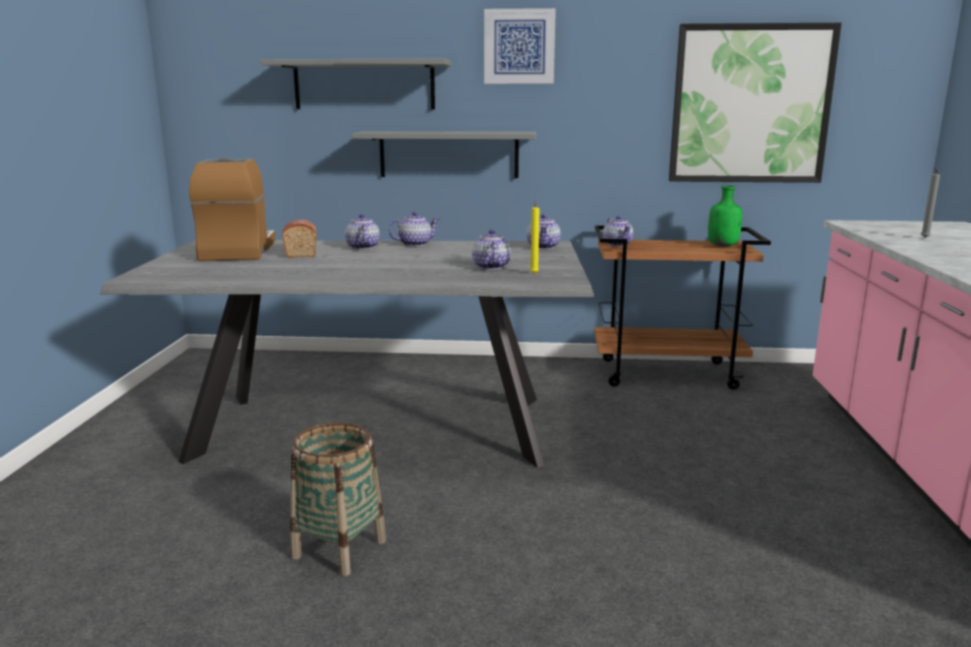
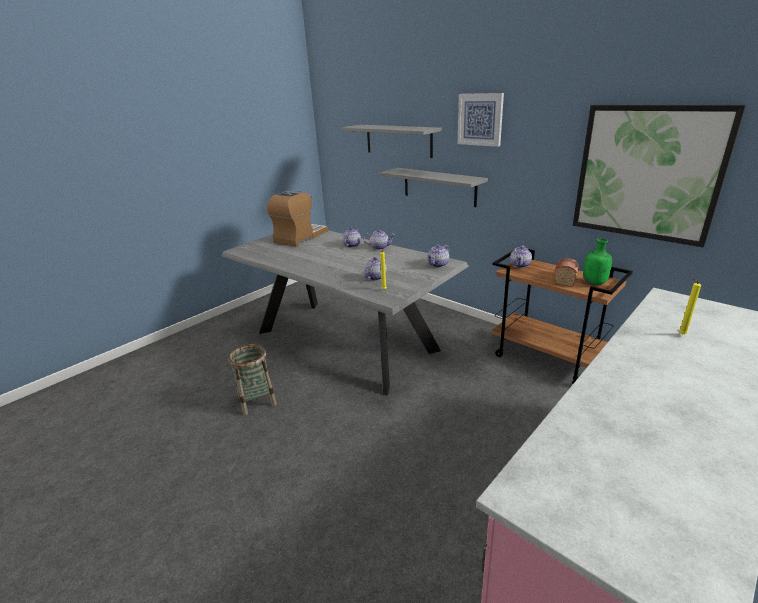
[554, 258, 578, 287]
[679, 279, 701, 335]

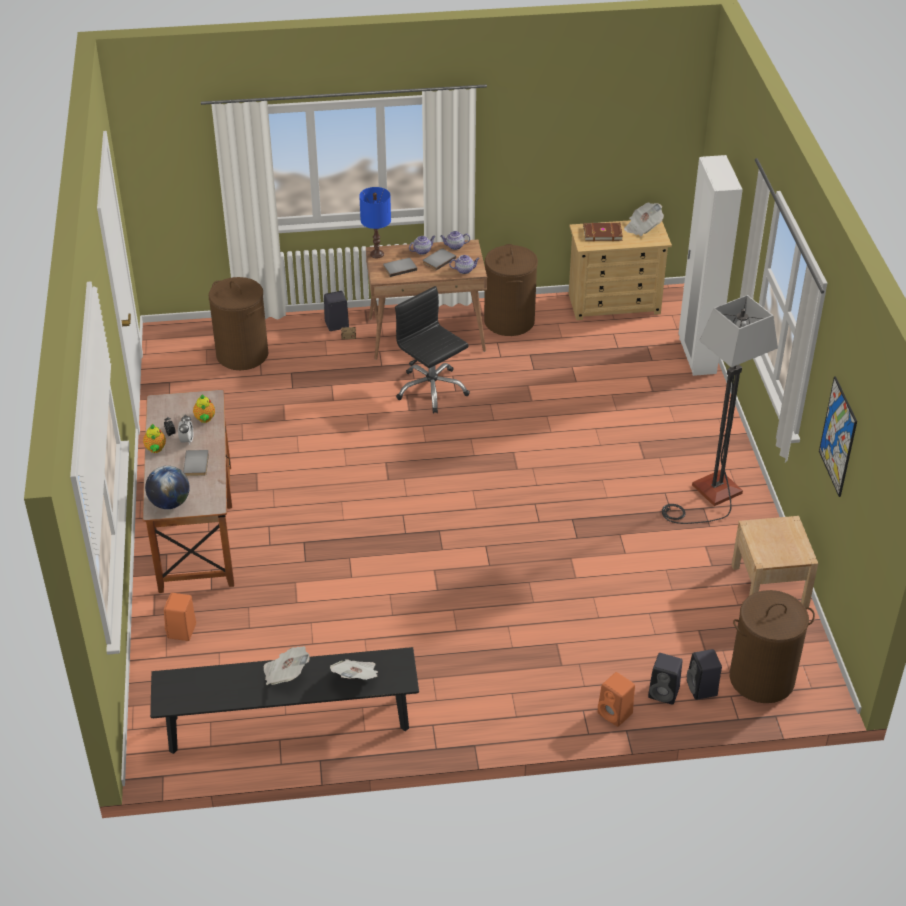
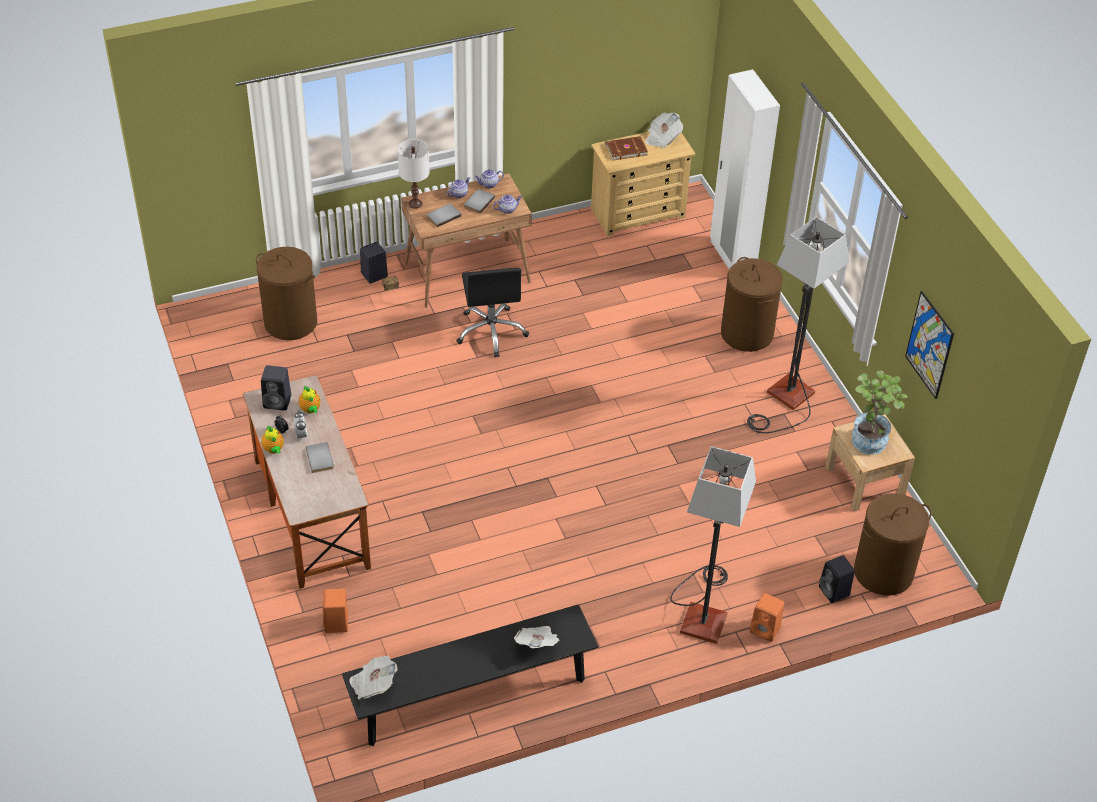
[261, 365, 291, 411]
[349, 655, 398, 699]
[398, 139, 430, 209]
[456, 268, 529, 357]
[670, 446, 756, 644]
[721, 257, 783, 352]
[852, 371, 908, 454]
[145, 466, 190, 509] (first image)

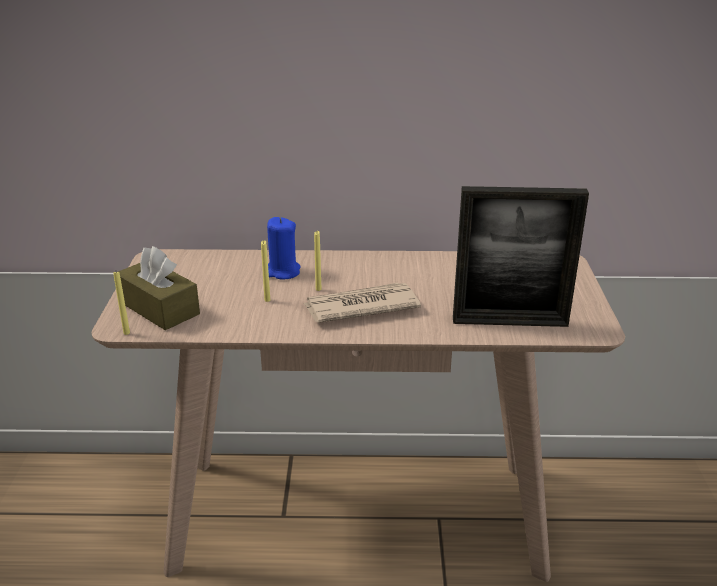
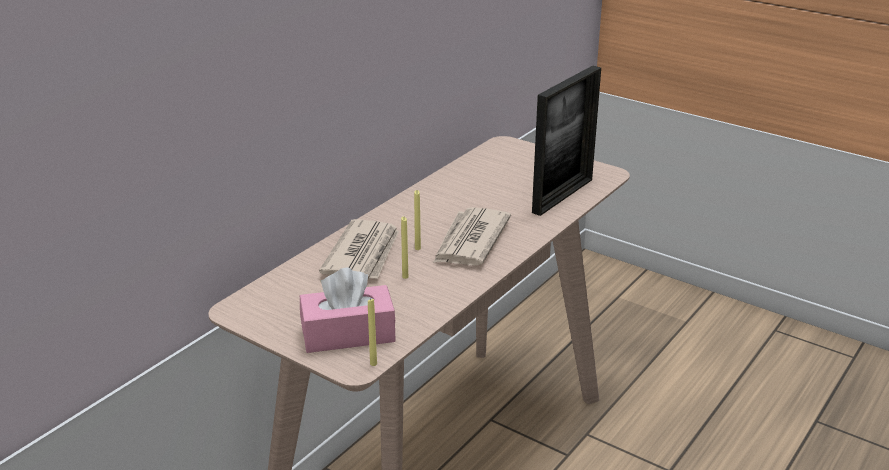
[300, 267, 396, 353]
[319, 219, 399, 279]

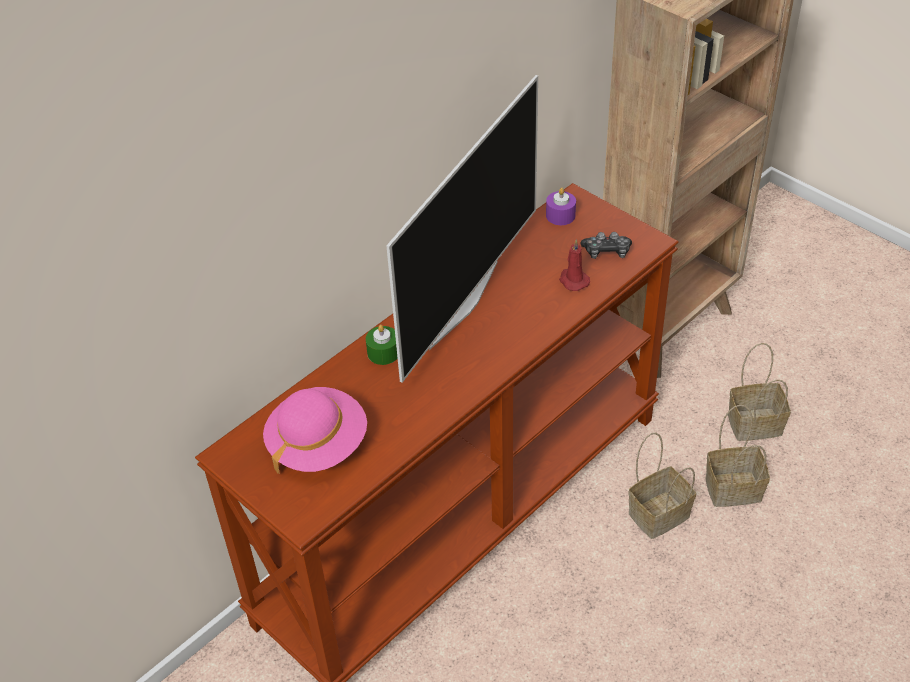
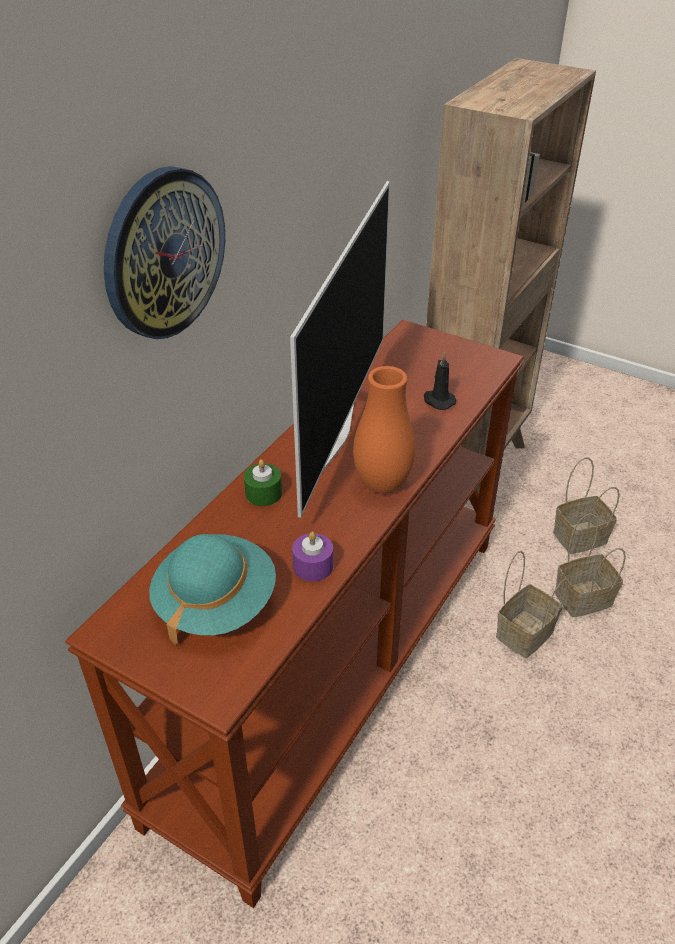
[104, 166, 225, 339]
[149, 534, 276, 645]
[292, 532, 333, 582]
[353, 366, 416, 494]
[424, 352, 456, 410]
[580, 232, 632, 259] (first image)

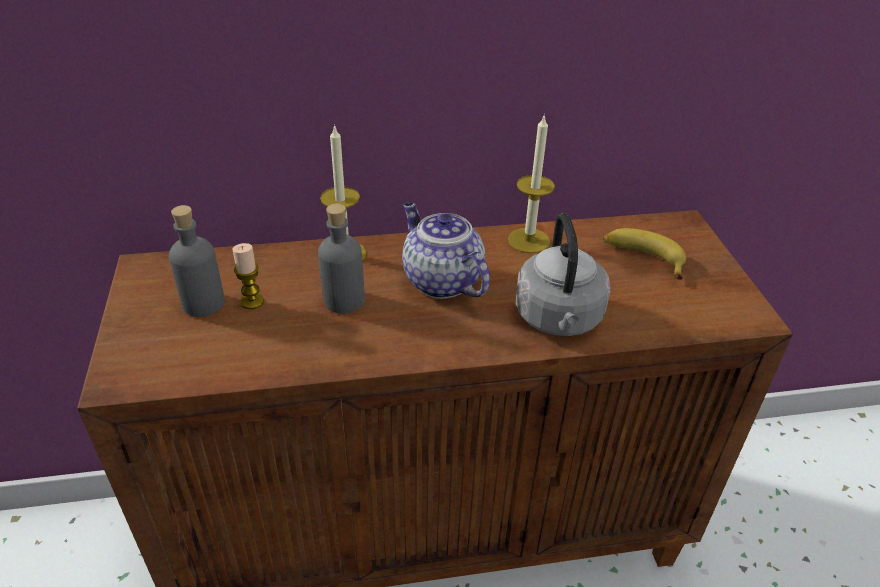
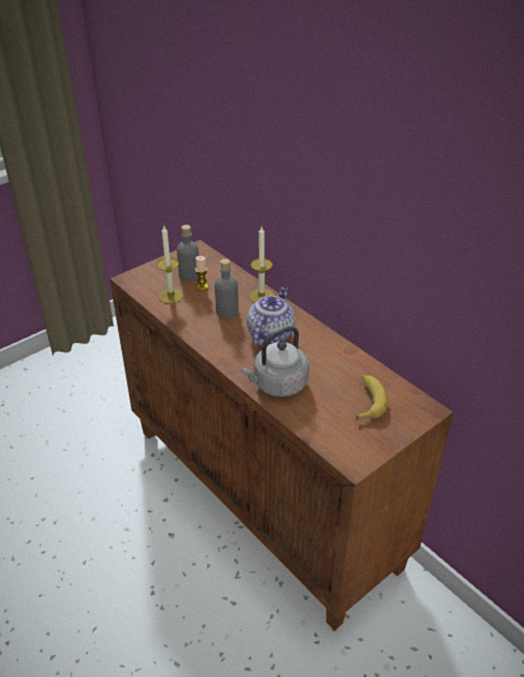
[157, 226, 184, 304]

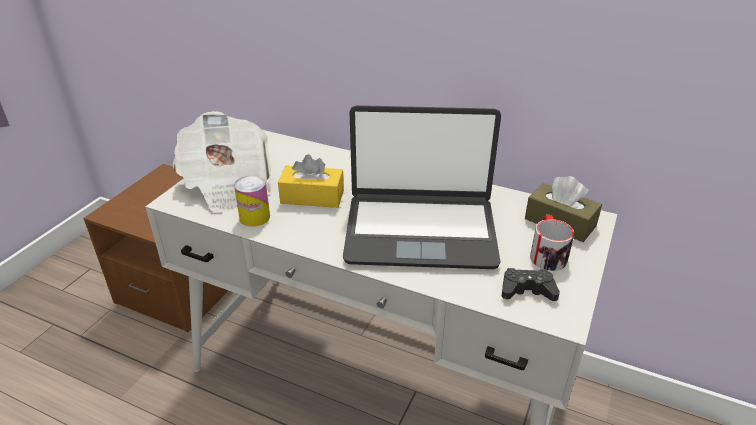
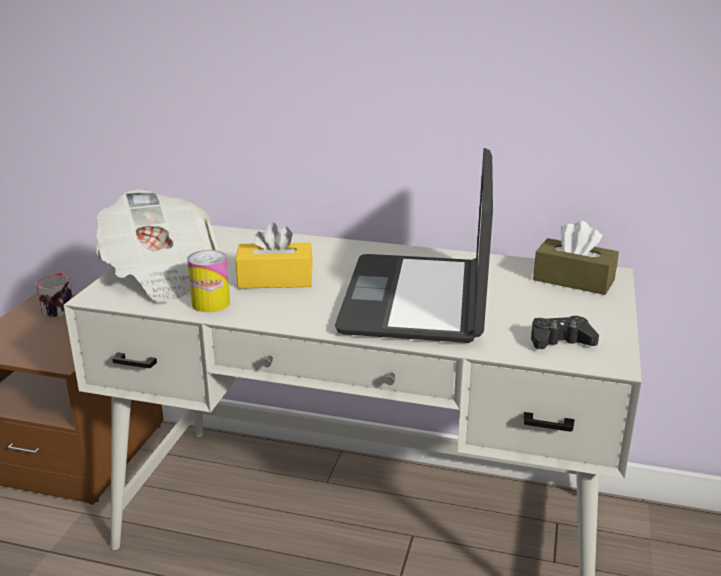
[36, 273, 73, 317]
[335, 148, 493, 343]

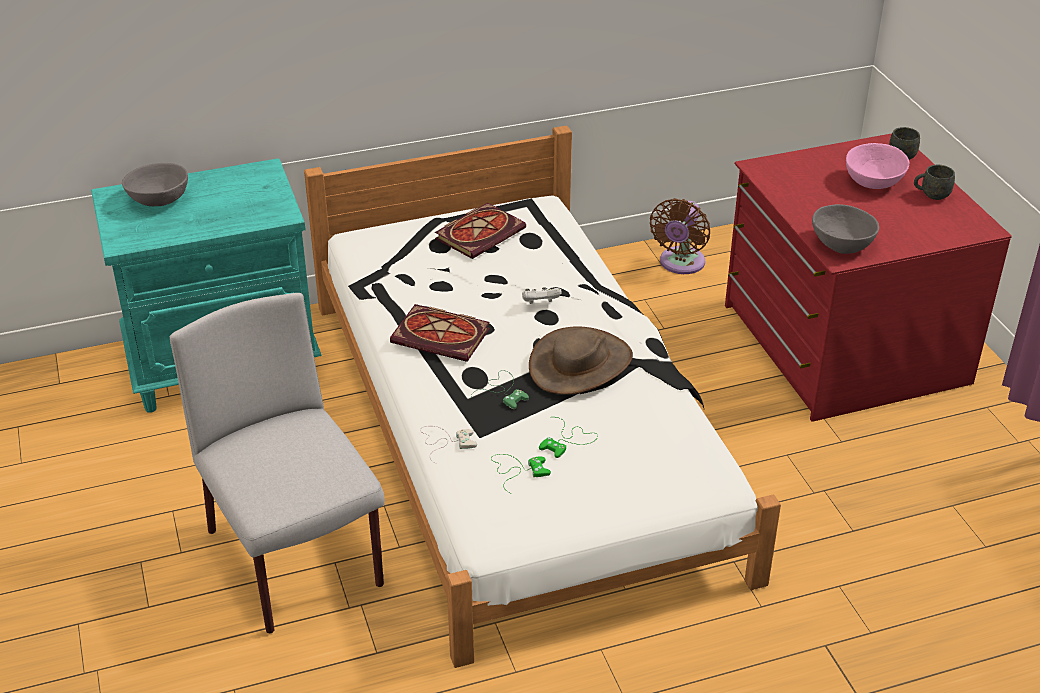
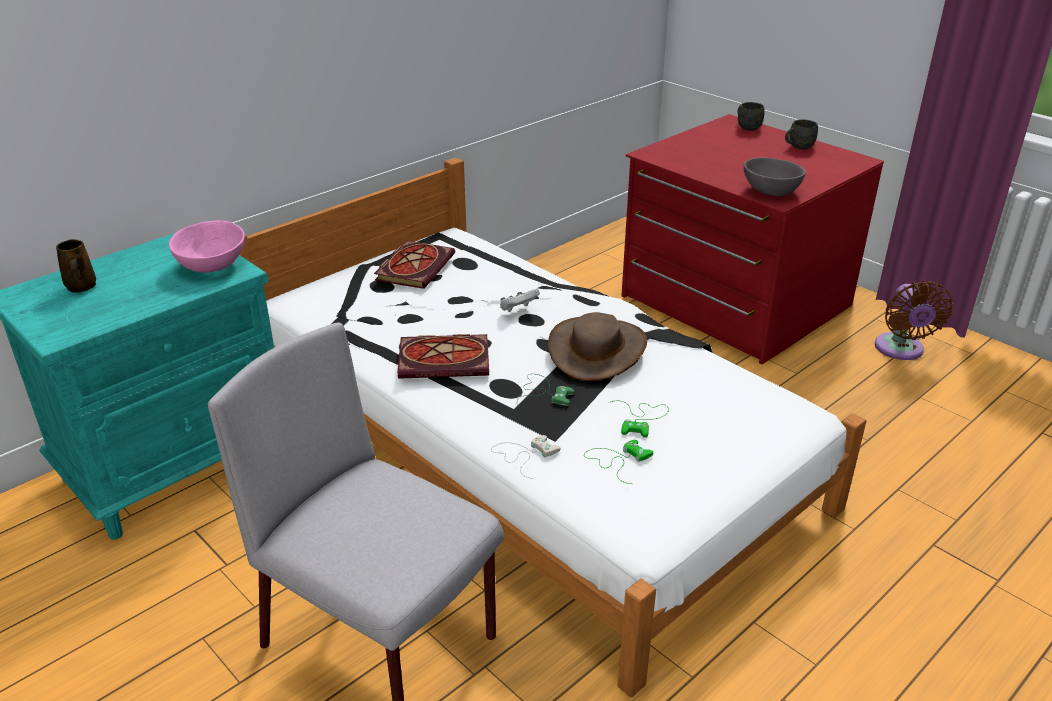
[56, 239, 96, 293]
[169, 220, 245, 273]
[875, 281, 953, 360]

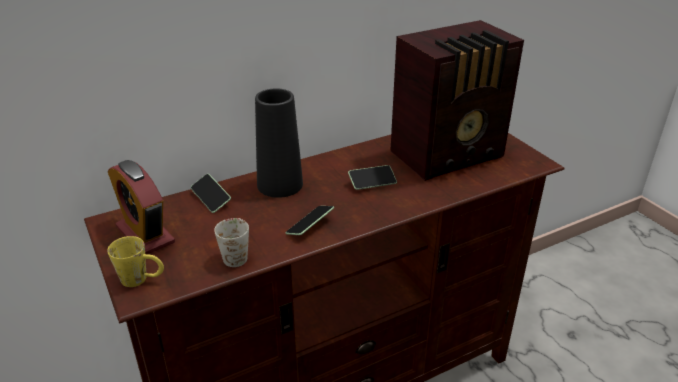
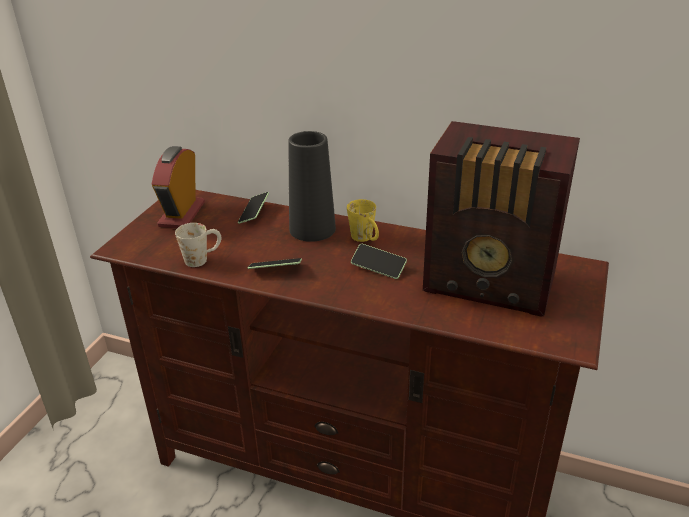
[347, 199, 379, 242]

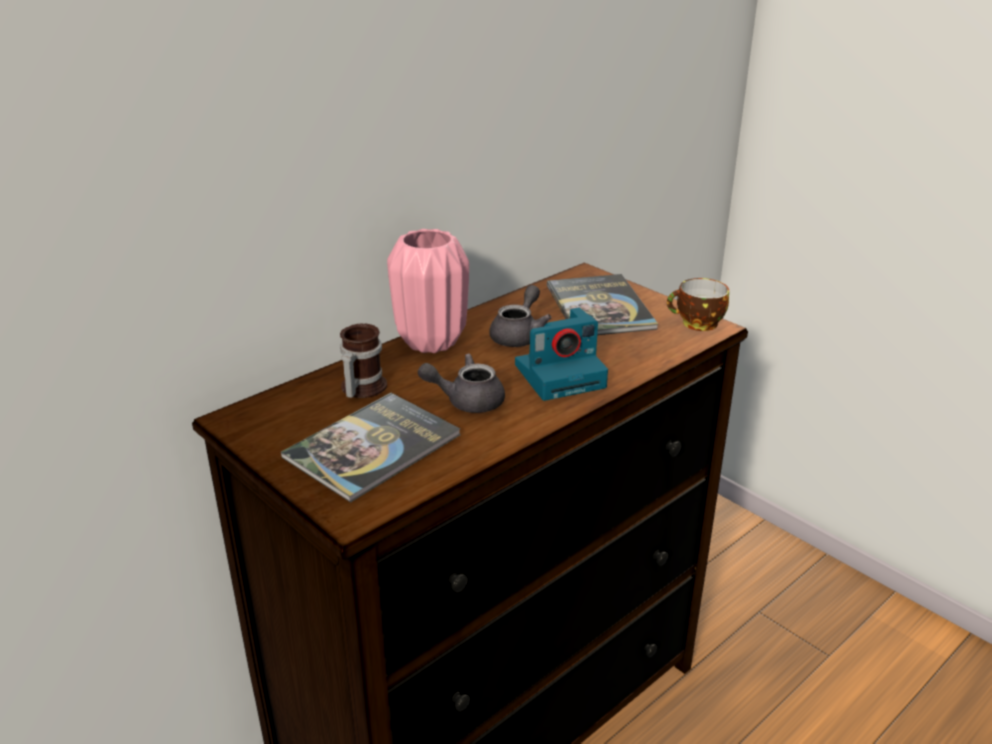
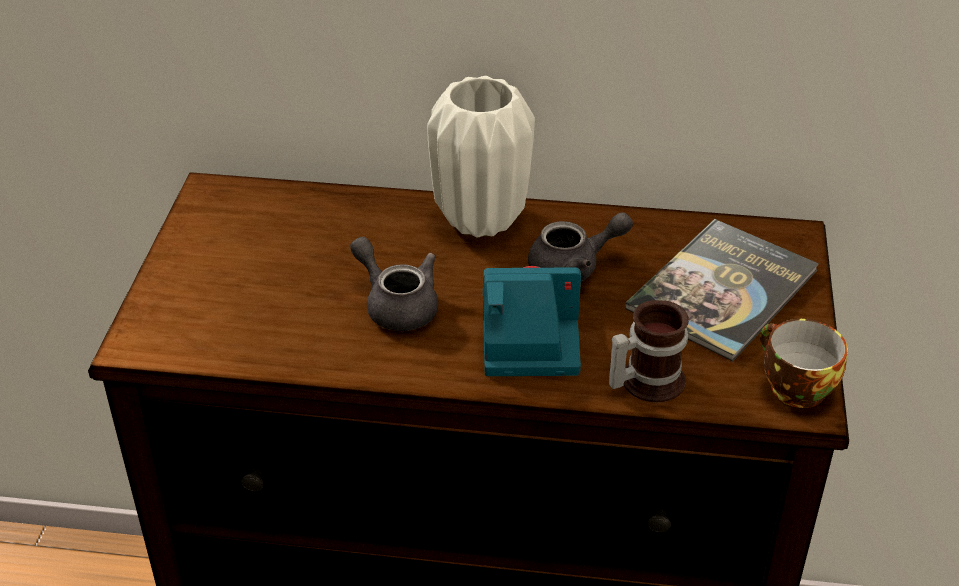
[427, 76, 535, 237]
[483, 266, 581, 376]
[609, 300, 689, 403]
[281, 393, 460, 503] (first image)

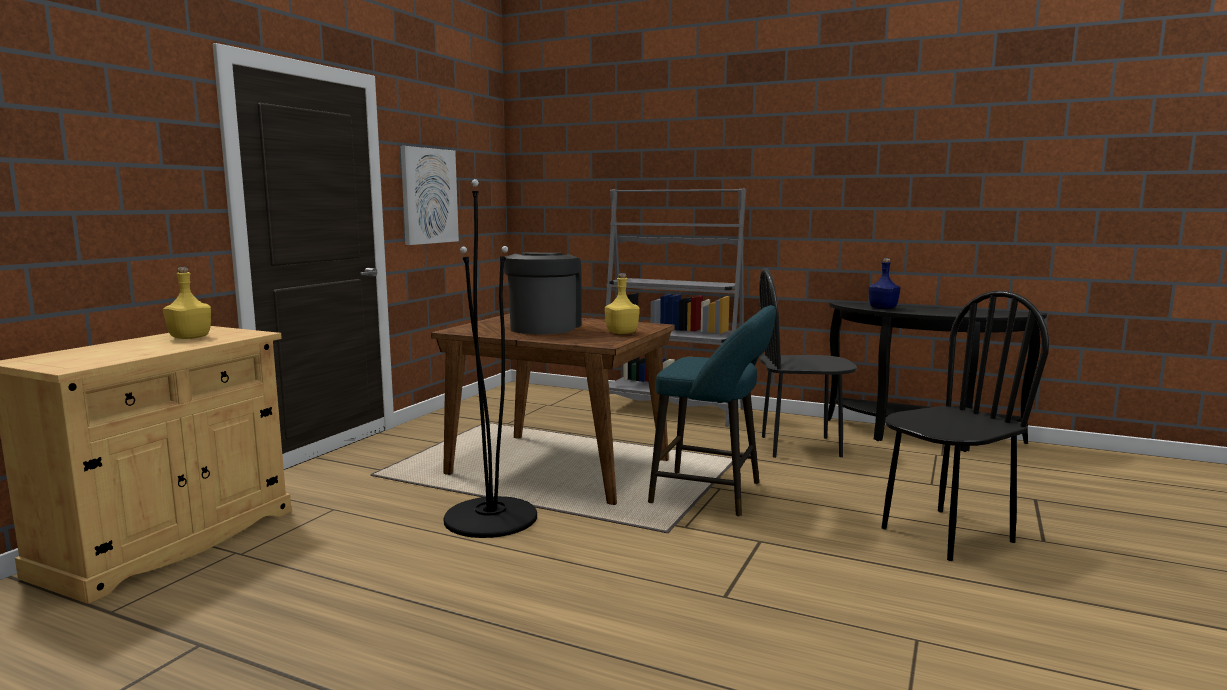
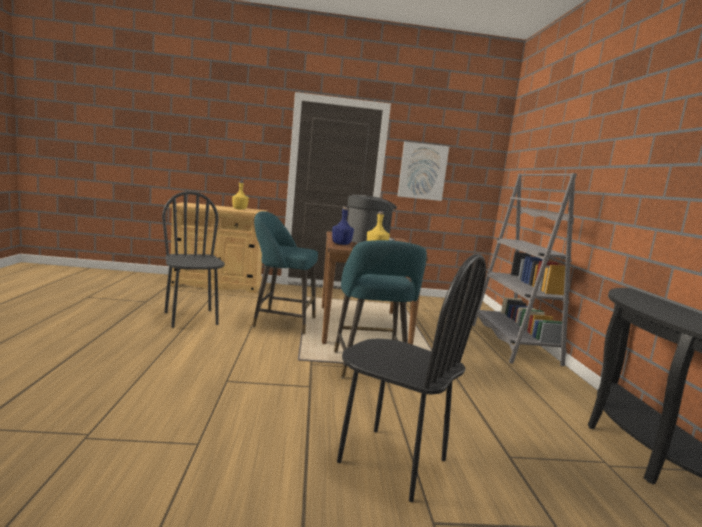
[162, 191, 225, 328]
[252, 211, 318, 334]
[332, 207, 354, 245]

